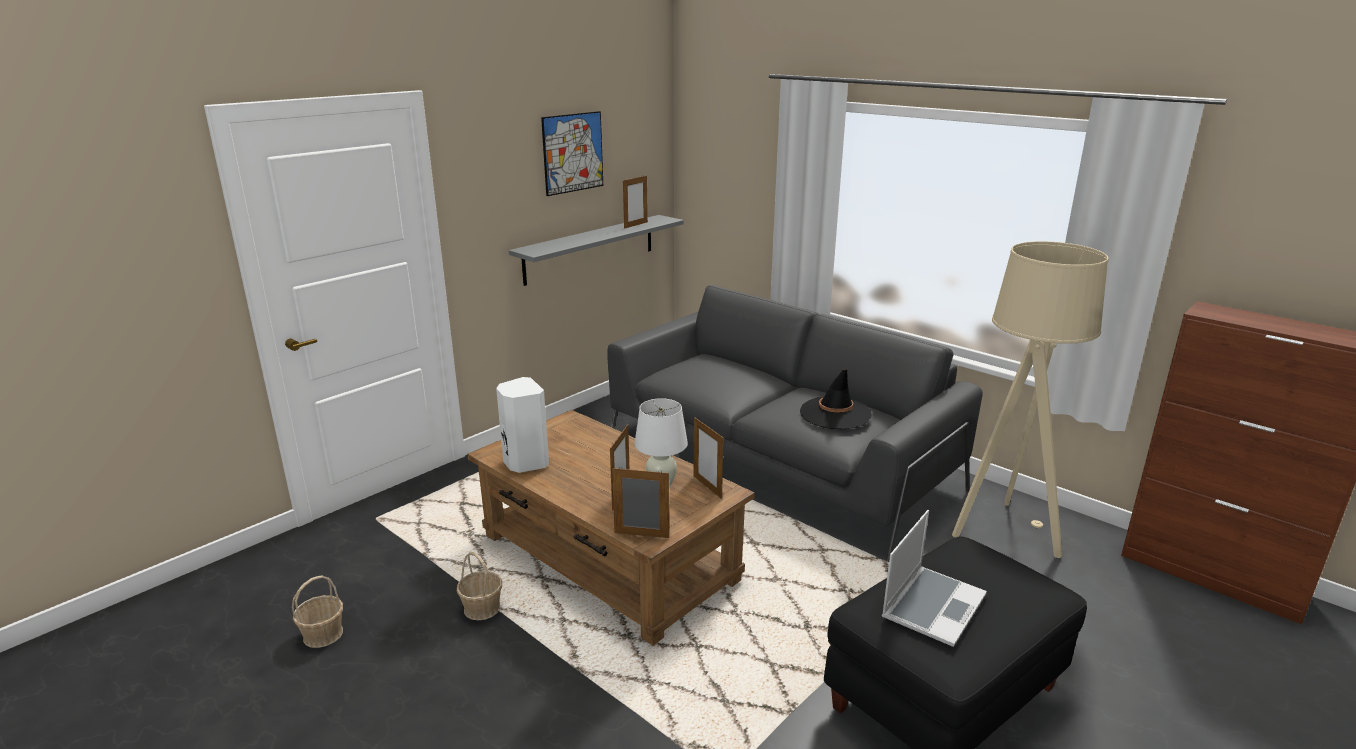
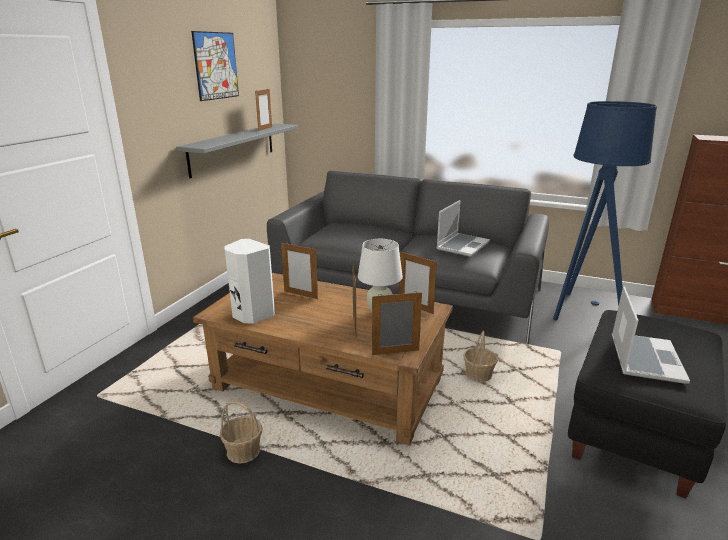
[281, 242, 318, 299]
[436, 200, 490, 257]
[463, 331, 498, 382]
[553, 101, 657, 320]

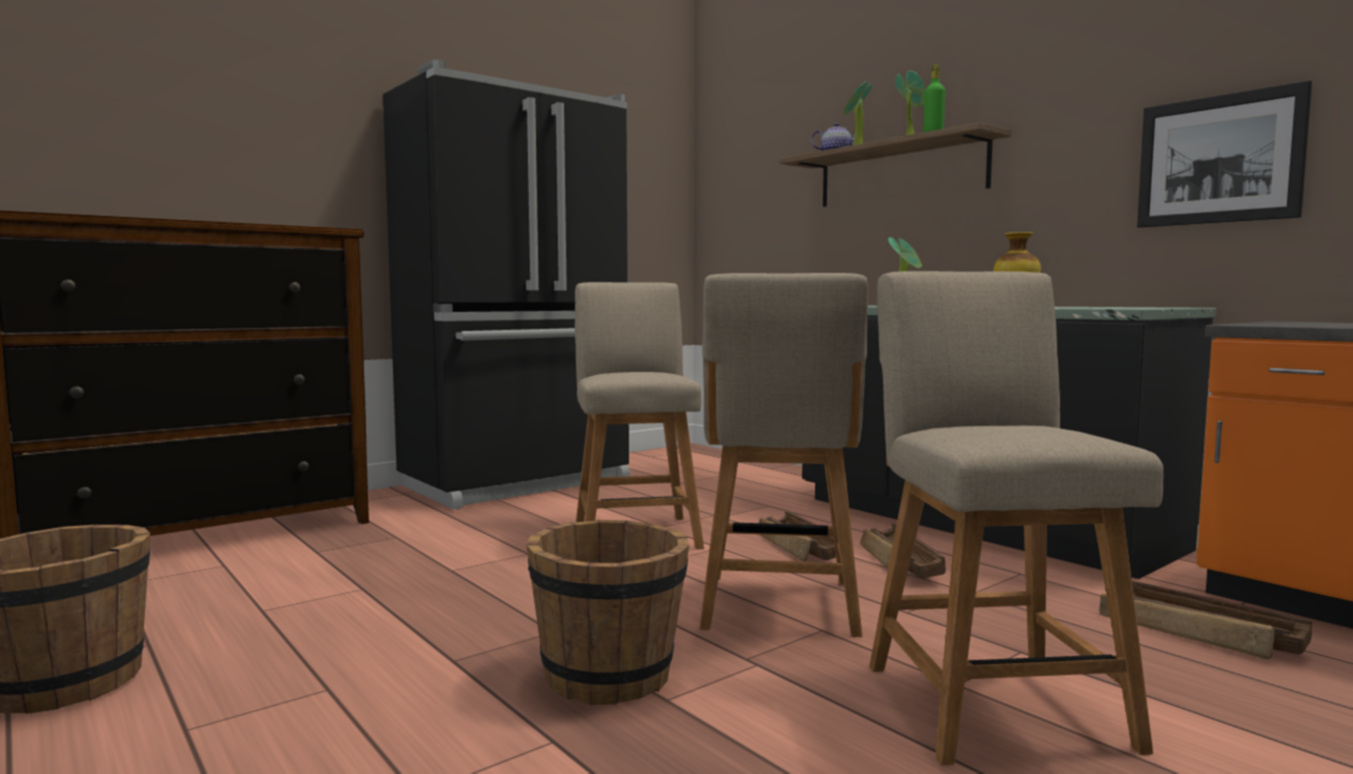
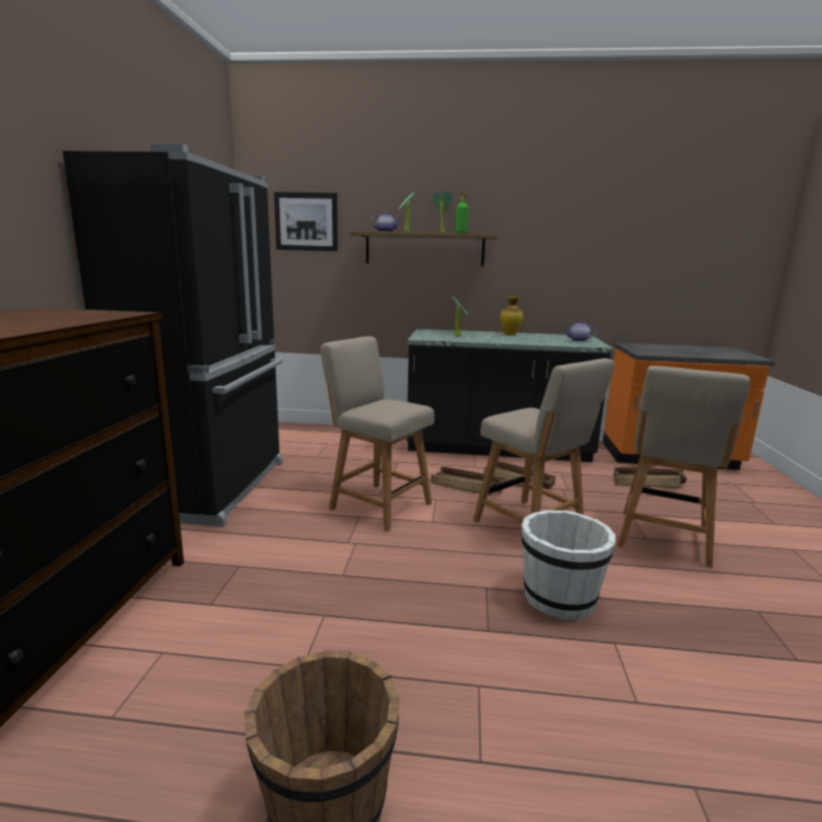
[274, 192, 338, 251]
[522, 510, 615, 620]
[564, 321, 597, 342]
[617, 366, 750, 568]

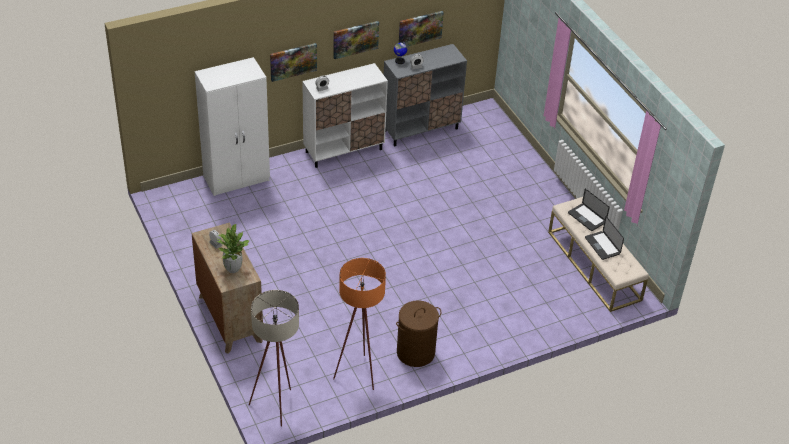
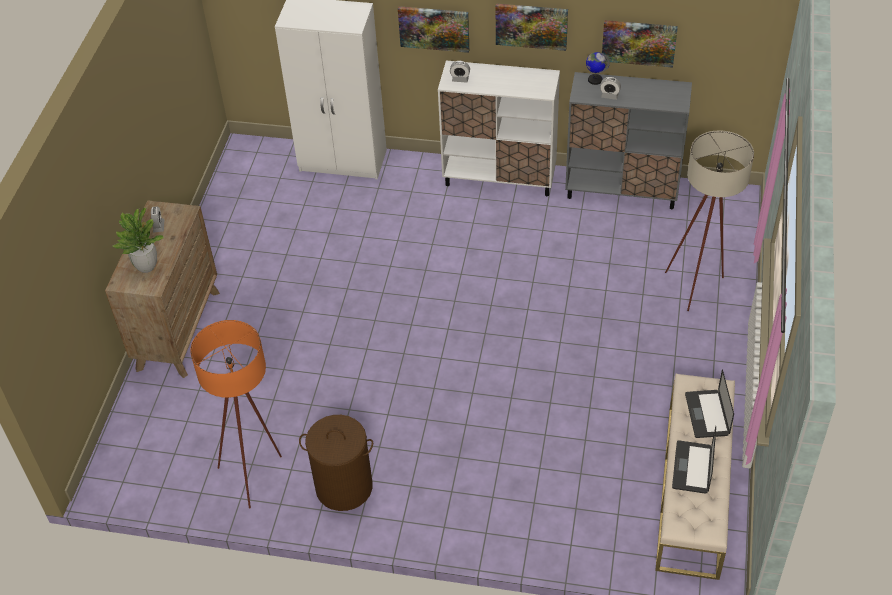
[665, 130, 754, 311]

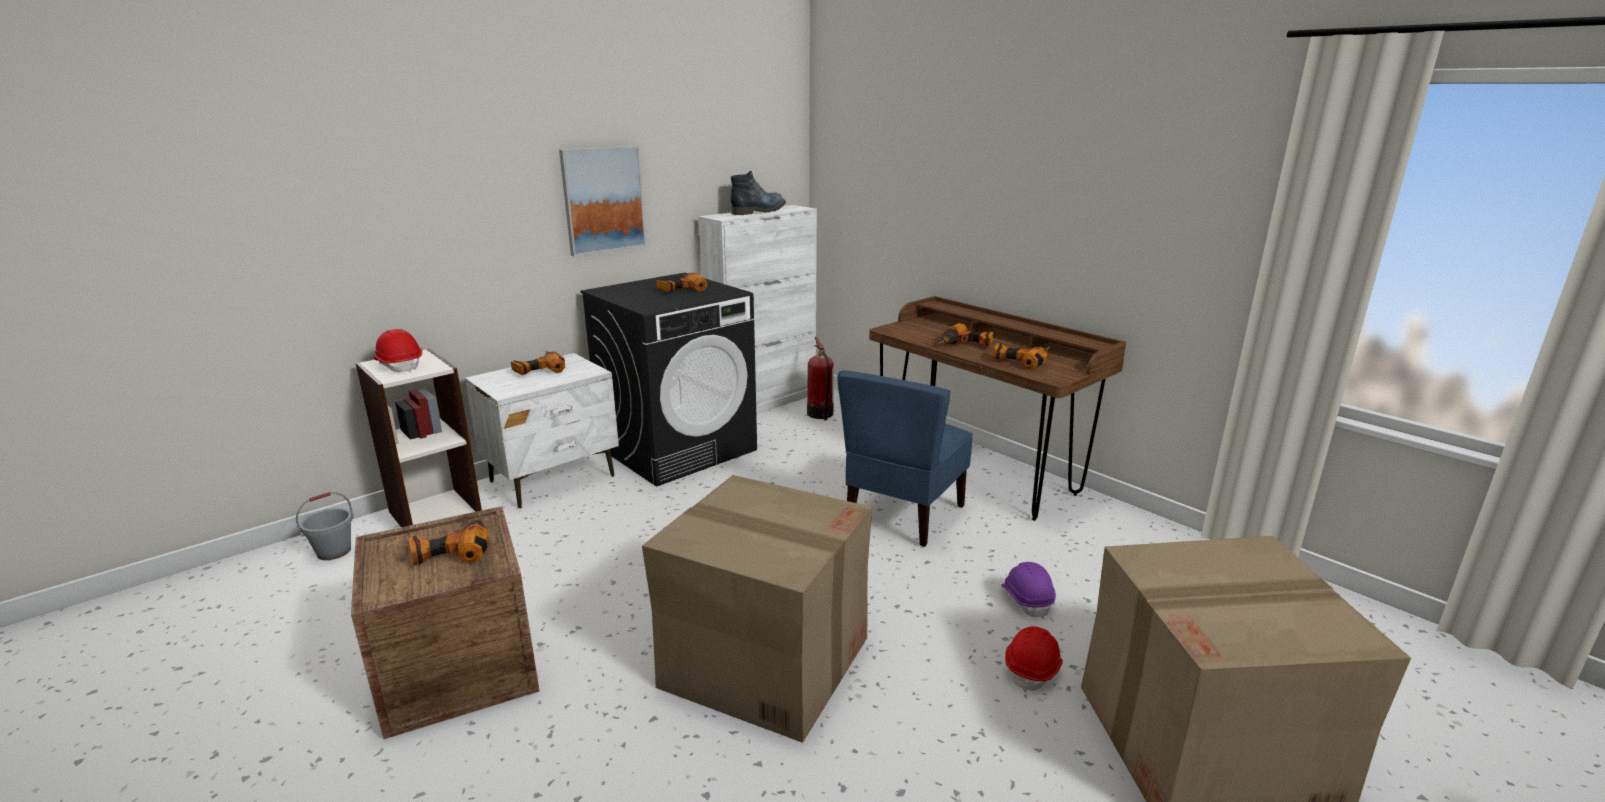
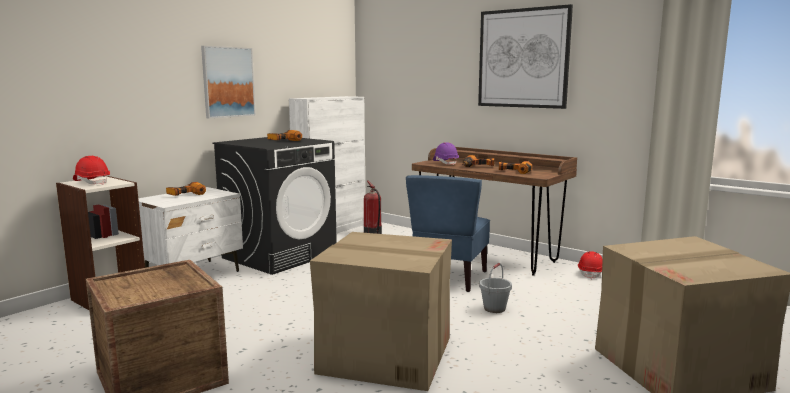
[433, 142, 459, 165]
[478, 4, 573, 109]
[479, 263, 512, 313]
[578, 251, 603, 279]
[408, 513, 489, 565] (first image)
[730, 171, 786, 215] (first image)

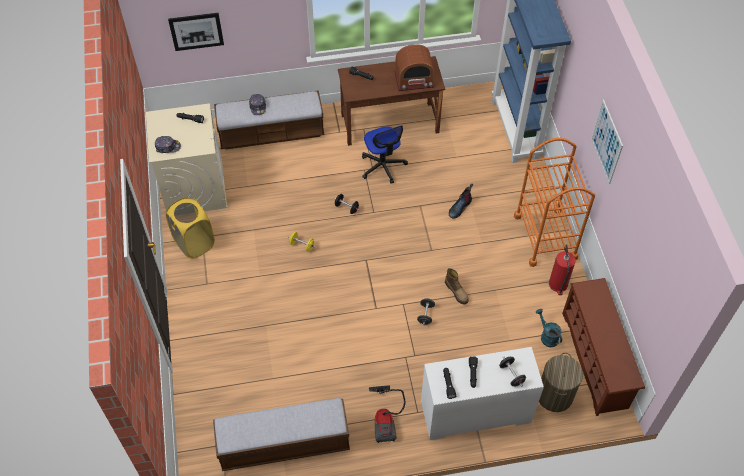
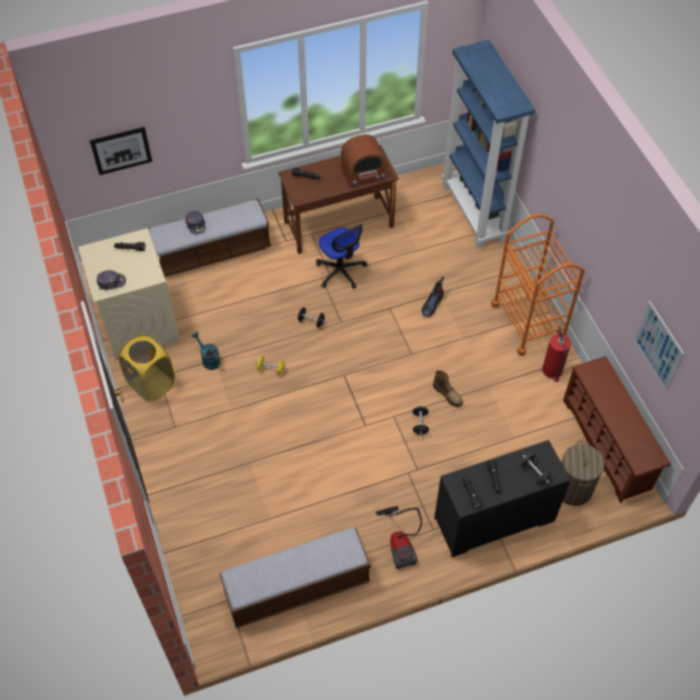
[192, 332, 221, 370]
[434, 440, 570, 557]
[633, 301, 684, 391]

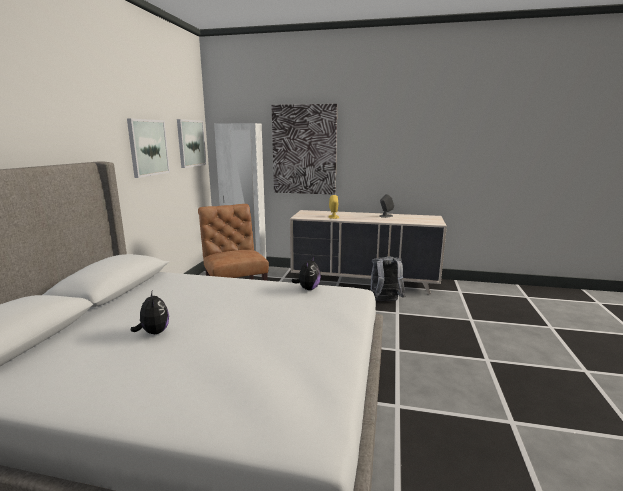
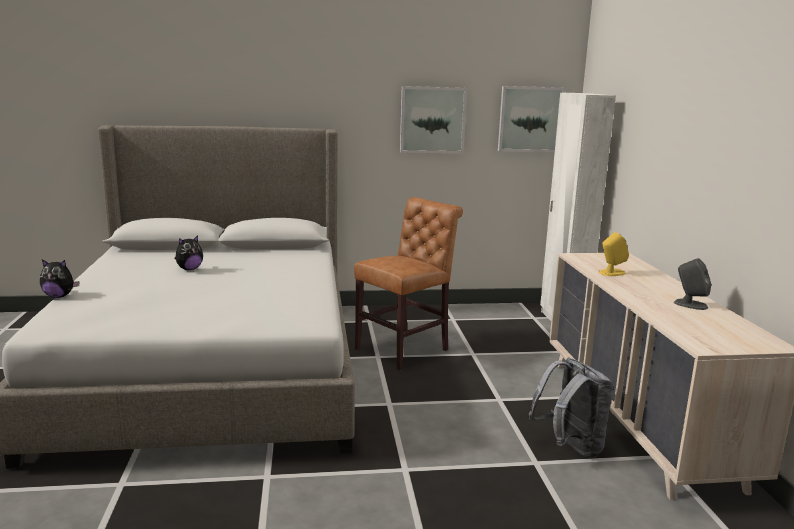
[40, 259, 80, 298]
[272, 104, 337, 195] (first image)

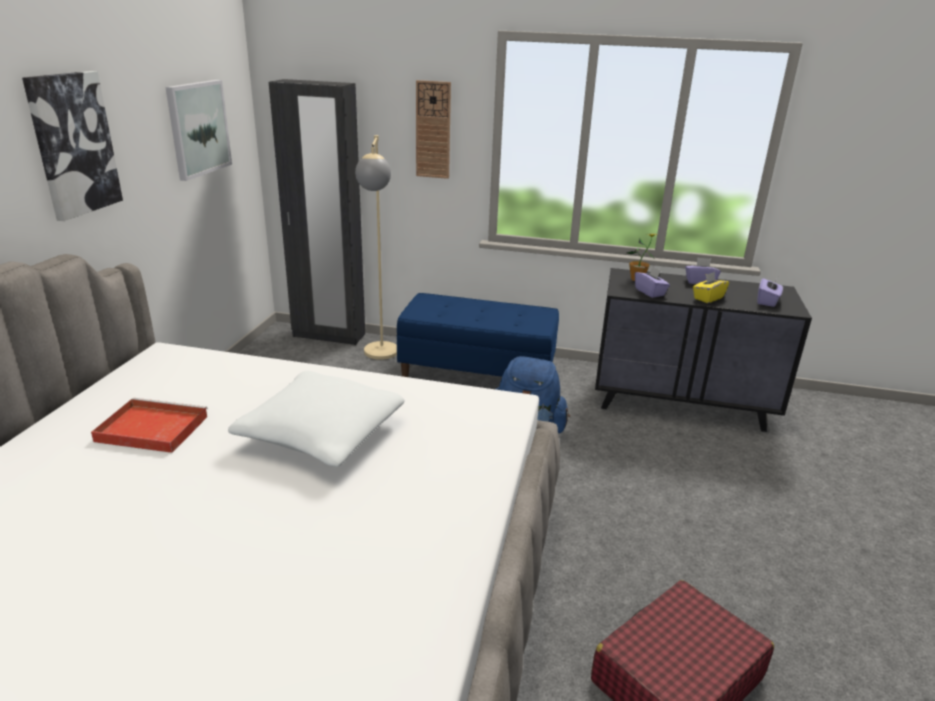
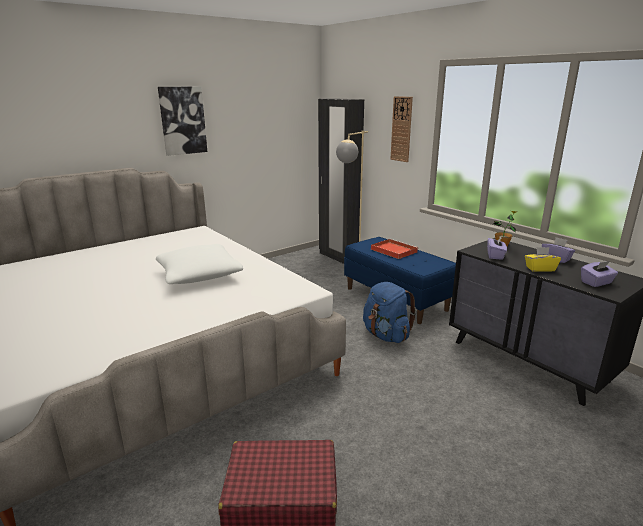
[371, 239, 418, 259]
[165, 80, 232, 181] (first image)

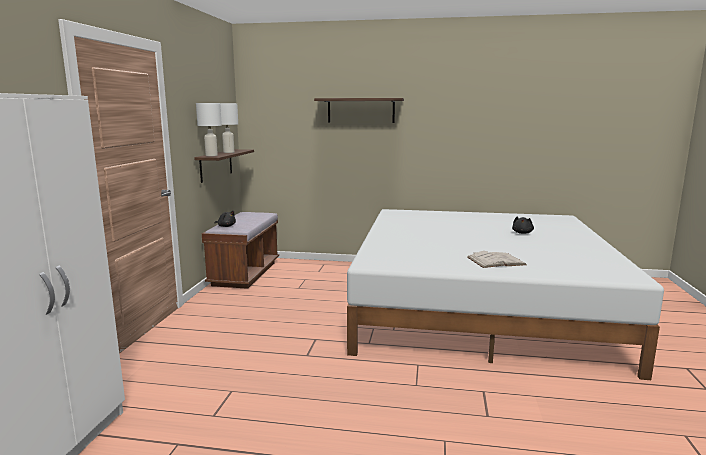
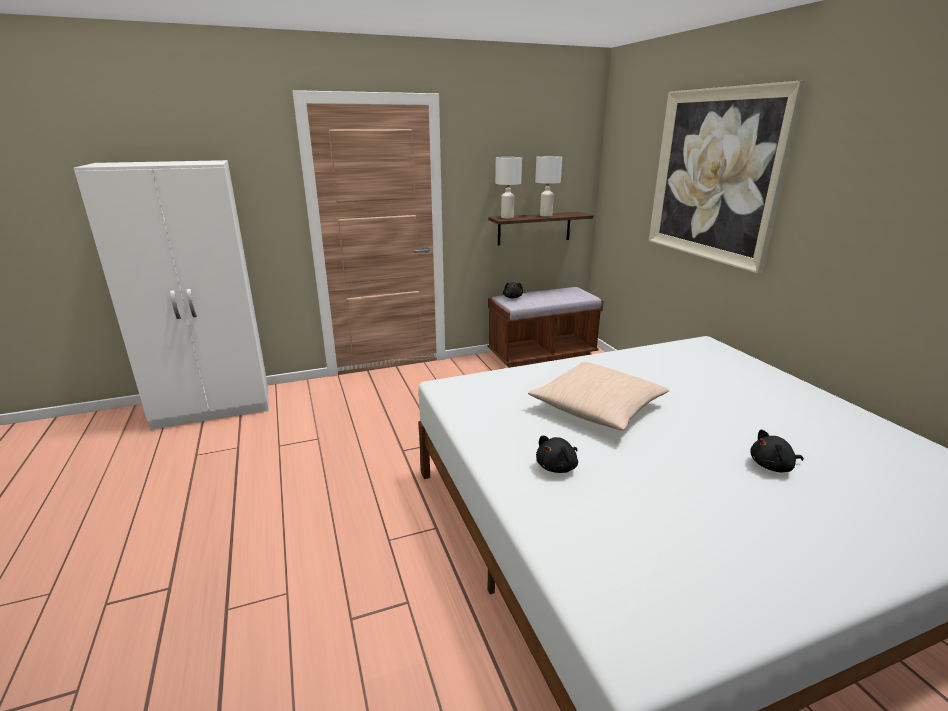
[528, 362, 669, 430]
[536, 436, 578, 473]
[649, 81, 806, 273]

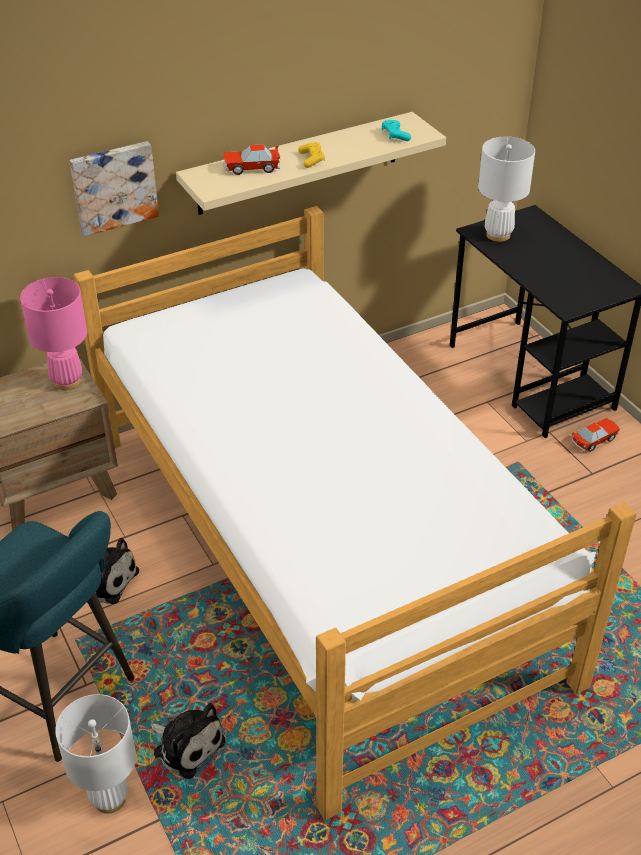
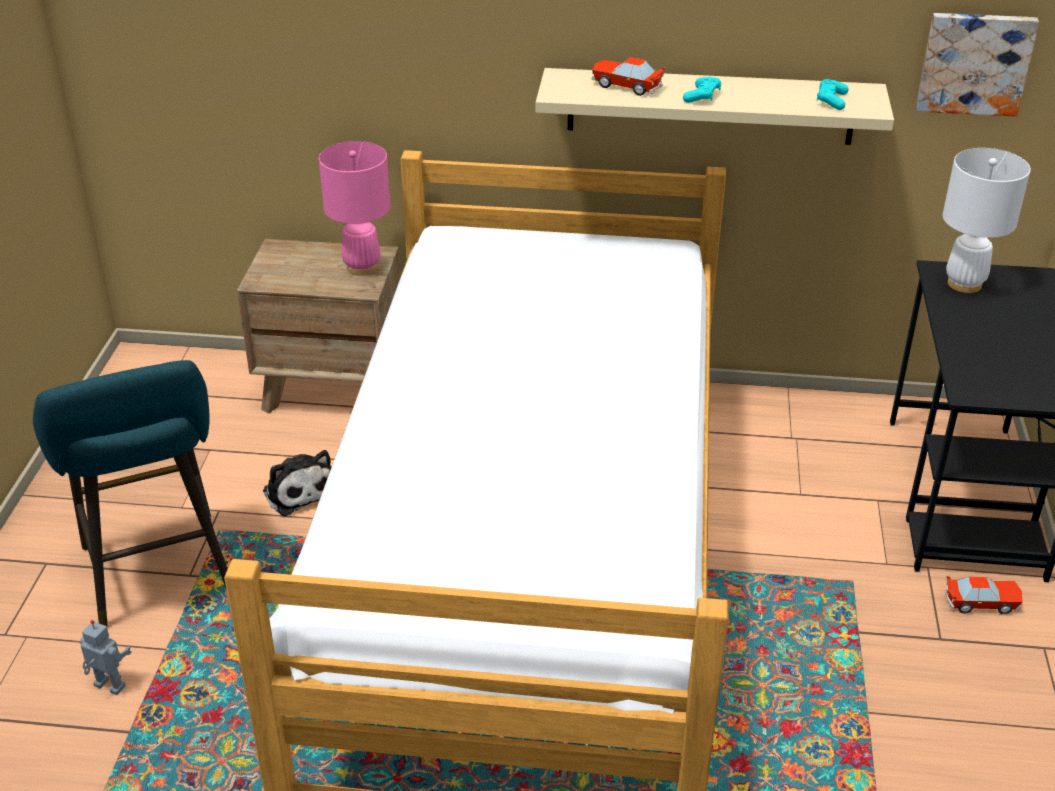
[80, 620, 132, 695]
[683, 77, 721, 103]
[916, 13, 1039, 117]
[150, 703, 226, 779] (first image)

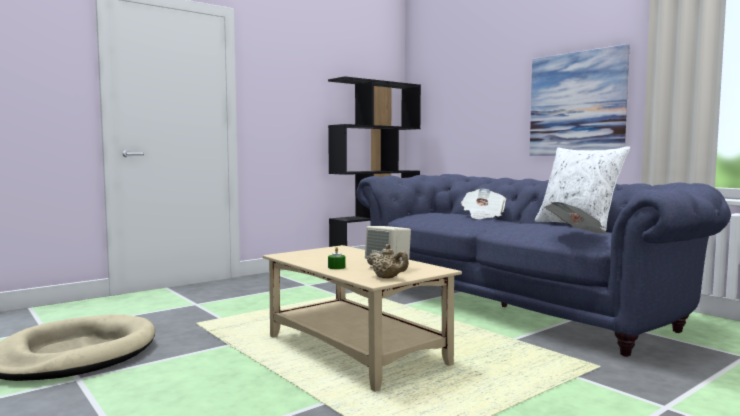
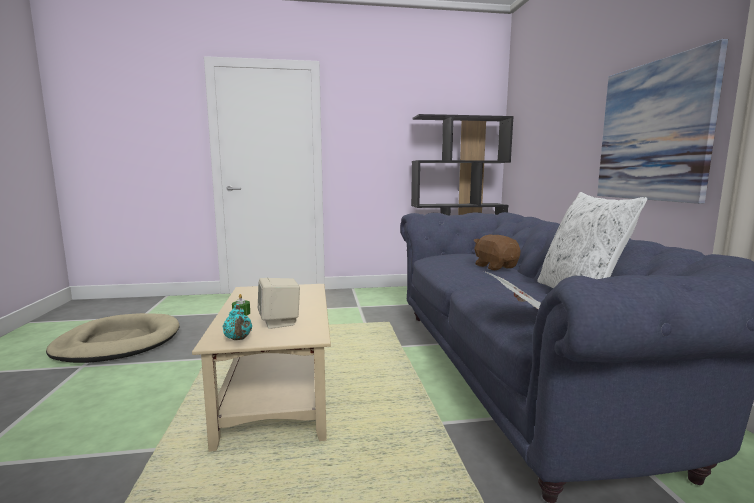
[222, 304, 252, 340]
[474, 234, 521, 270]

